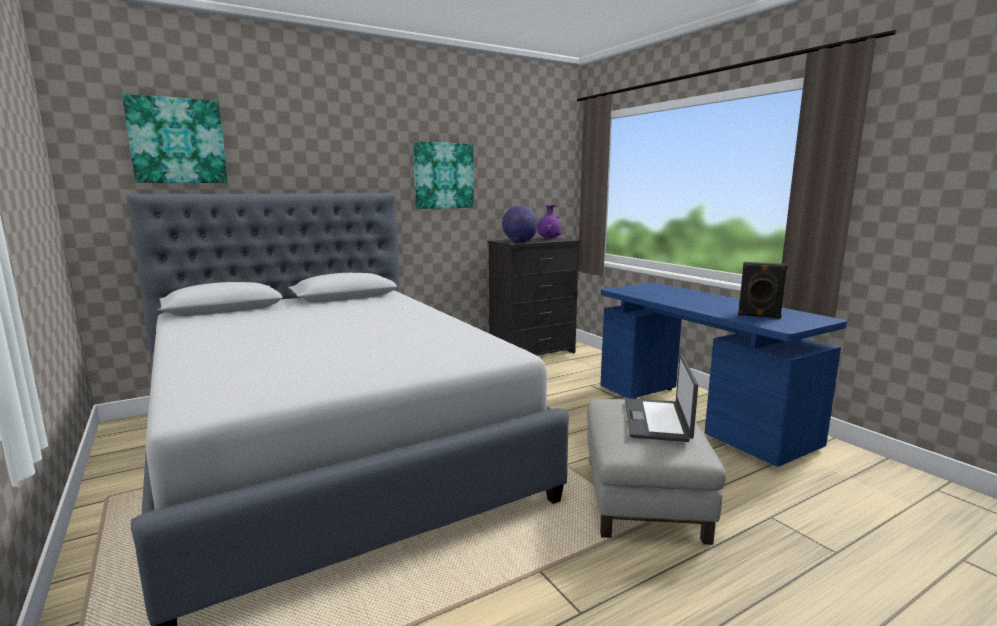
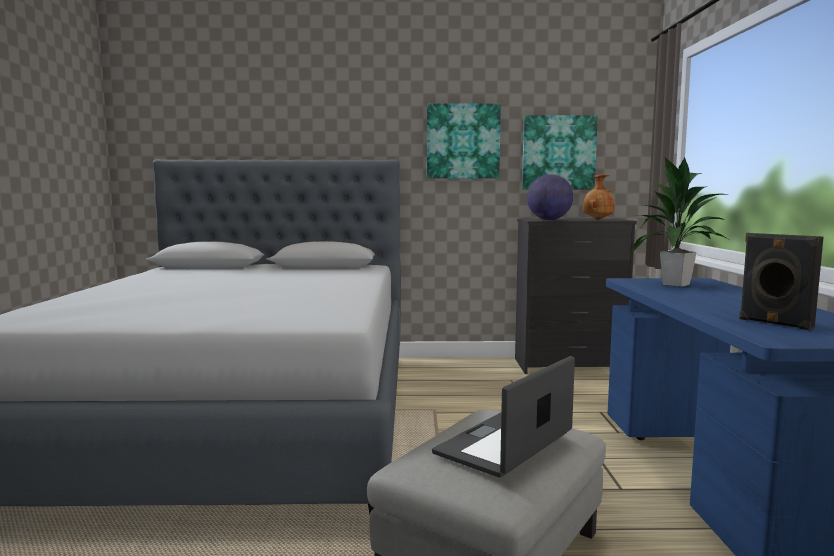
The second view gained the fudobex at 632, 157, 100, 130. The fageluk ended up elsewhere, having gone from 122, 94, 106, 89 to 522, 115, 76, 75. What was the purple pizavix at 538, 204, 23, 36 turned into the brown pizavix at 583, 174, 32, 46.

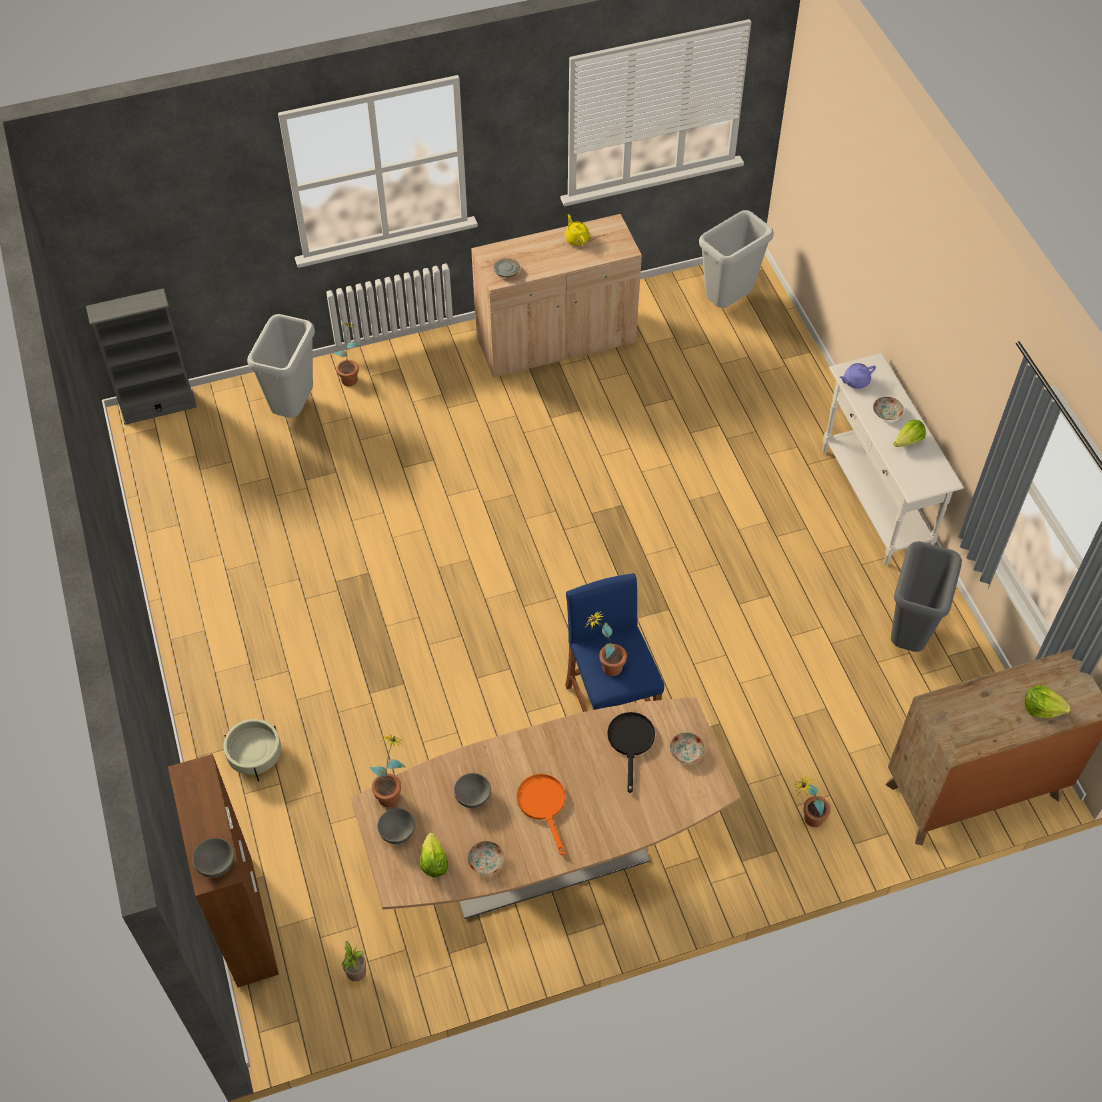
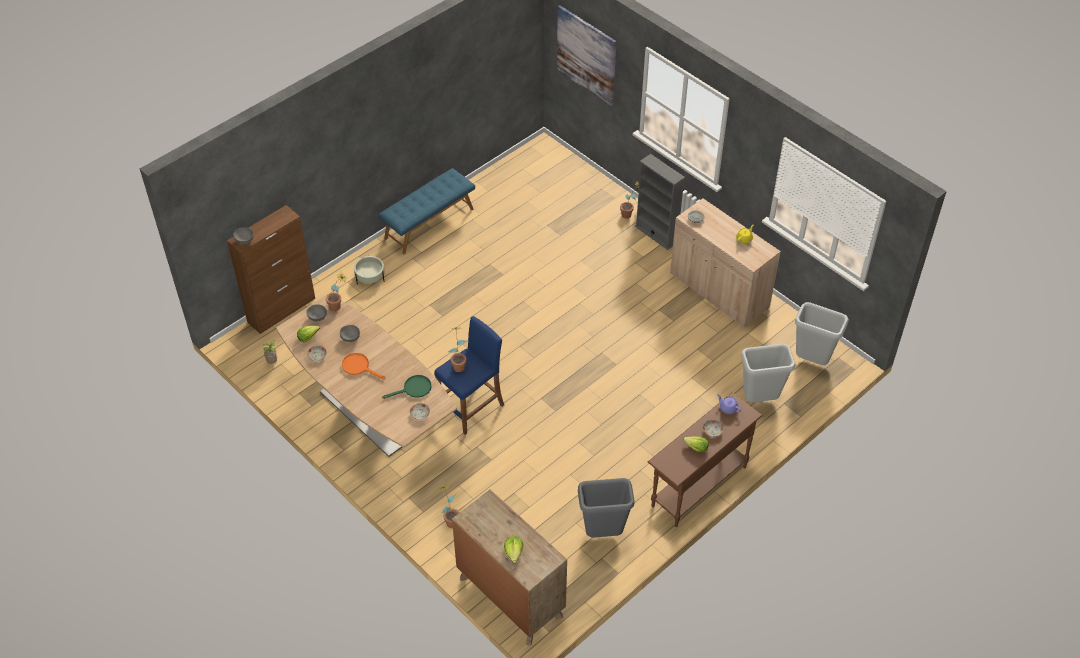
The second view gained the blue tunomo at 379, 168, 96, 87. The second view gained the fageluk at 557, 5, 59, 101. The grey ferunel ended up elsewhere, having gone from 86, 288, 111, 137 to 635, 154, 50, 96. The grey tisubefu ended up elsewhere, having gone from 247, 314, 68, 104 to 741, 344, 54, 58. What was the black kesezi at 607, 712, 48, 81 turned into the green kesezi at 382, 375, 50, 24. What was the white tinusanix at 822, 353, 142, 212 turned into the brown tinusanix at 648, 392, 114, 135. The orange kesezi at 517, 774, 48, 82 ended up facing another way, 105 degrees counterclockwise from before.

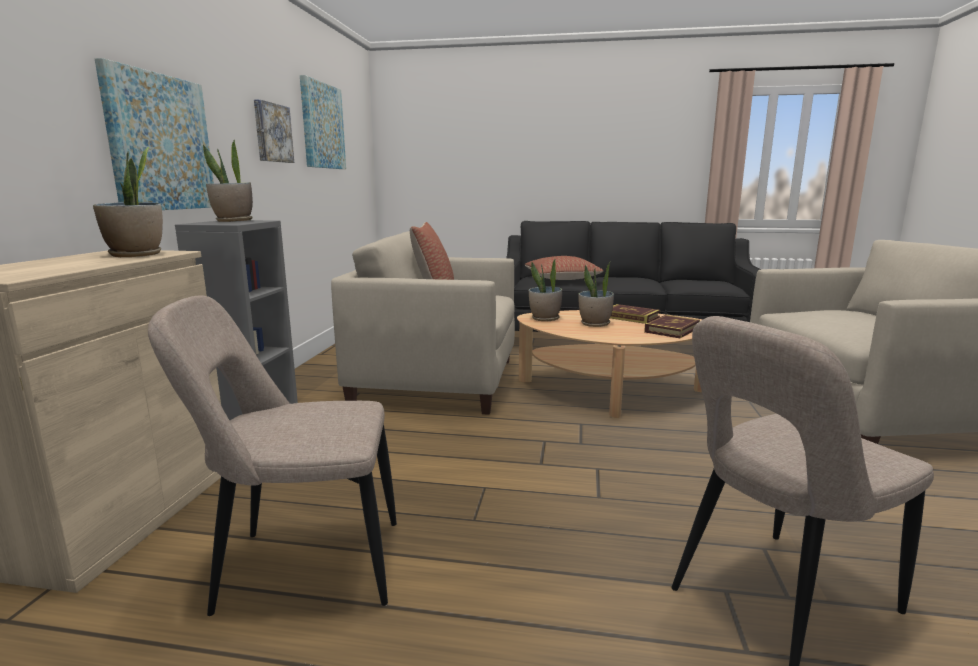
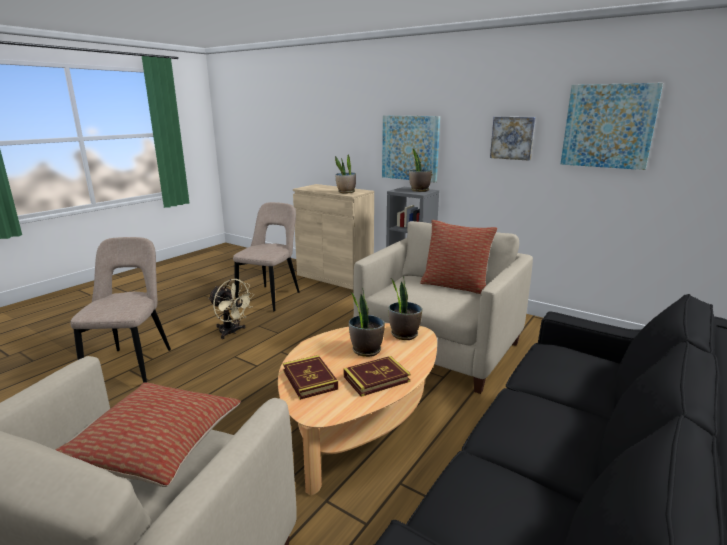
The second view gained the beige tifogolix at 208, 279, 46, 60. The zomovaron ended up elsewhere, having gone from 525, 256, 78, 24 to 56, 382, 185, 105.

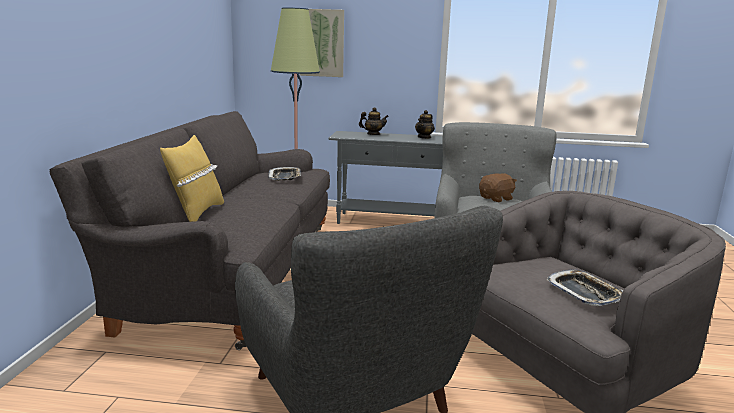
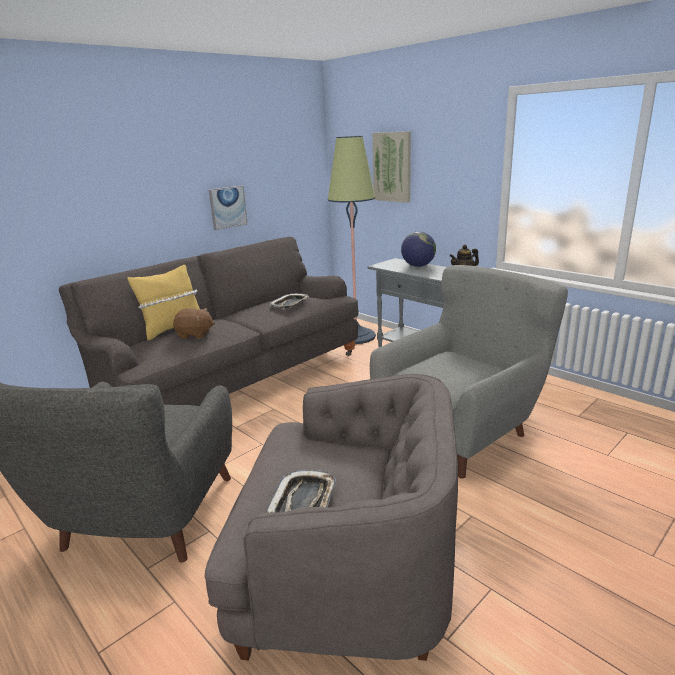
The second view gained the fageluk at 209, 186, 39, 44. The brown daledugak ended up elsewhere, having gone from 479, 173, 38, 29 to 173, 308, 42, 31. Where the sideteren stood at 359, 107, 30, 28, the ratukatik came to stand at 401, 232, 35, 35.

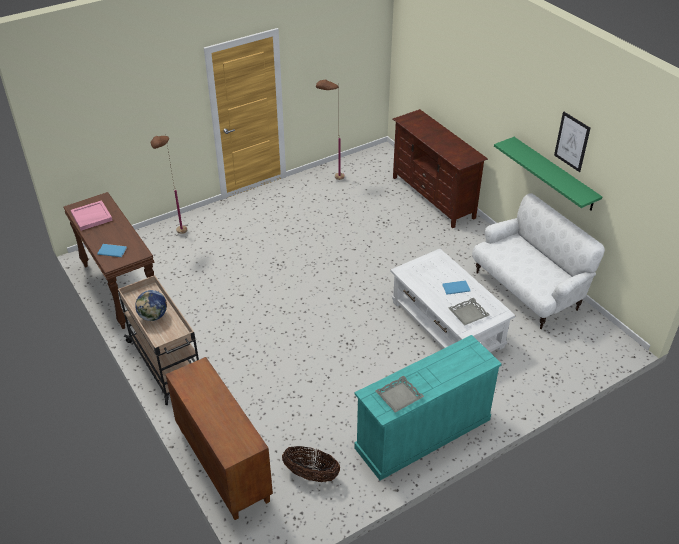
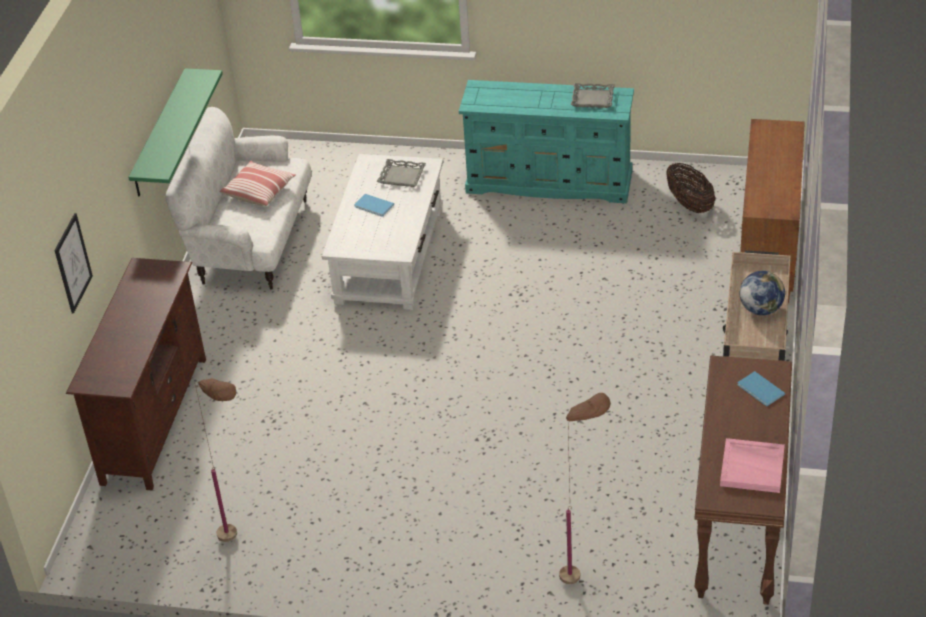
The second view gained the zomovaron at 219, 161, 77, 45. The fageluk ended up elsewhere, having gone from 554, 112, 36, 60 to 55, 213, 38, 101.

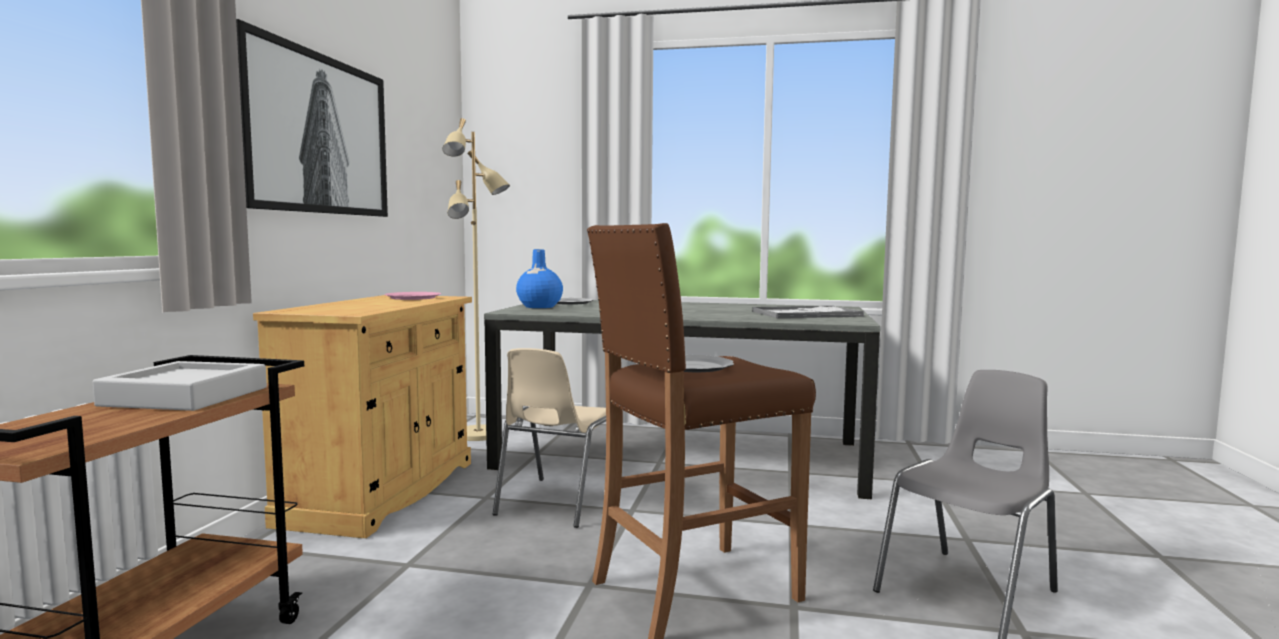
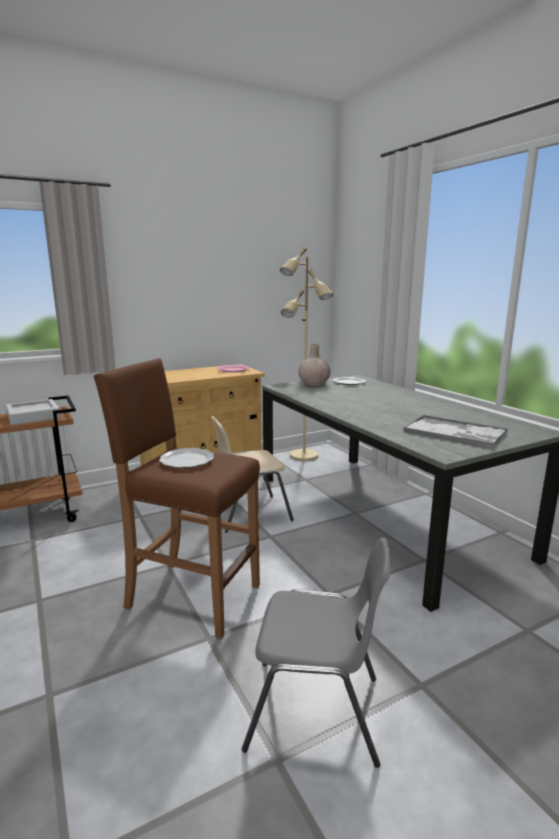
The second view lost the fageluk at 236, 19, 152, 198. What was the blue pizavix at 516, 249, 47, 59 turned into the beige pizavix at 298, 344, 32, 42.

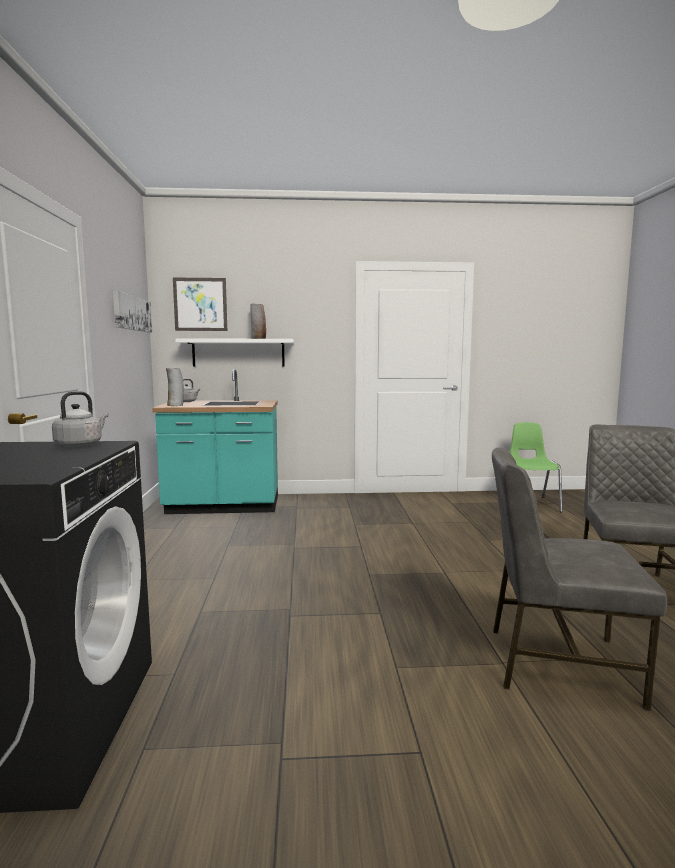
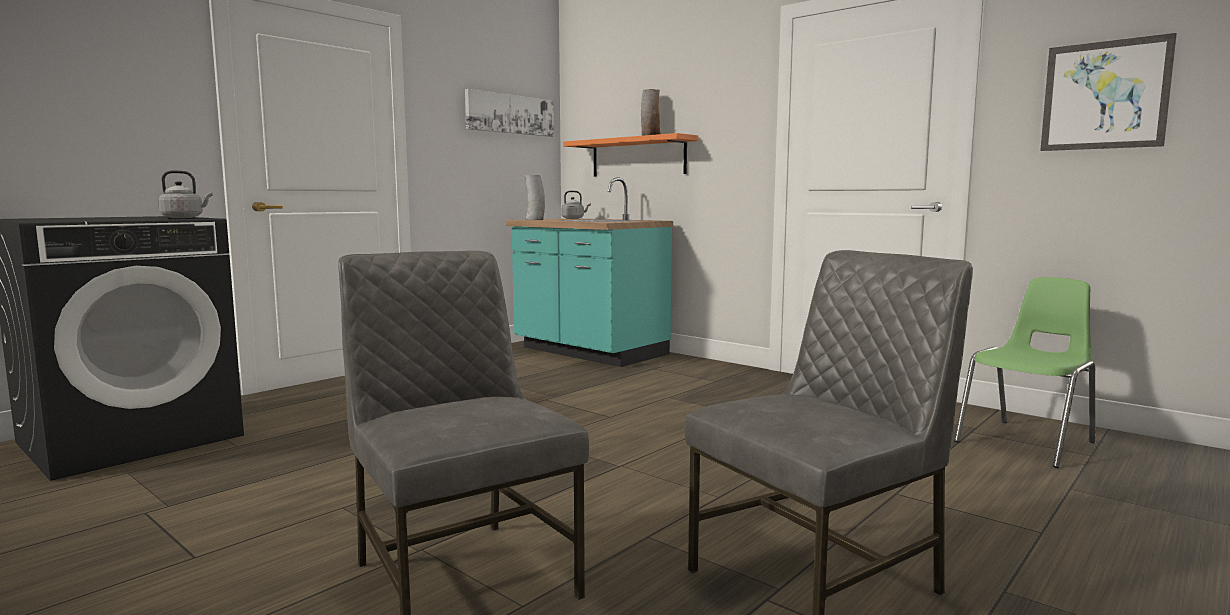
The fageluk ended up elsewhere, having gone from 173, 278, 54, 53 to 1040, 33, 137, 118. What was the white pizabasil at 175, 338, 119, 29 turned into the orange pizabasil at 563, 133, 136, 44.

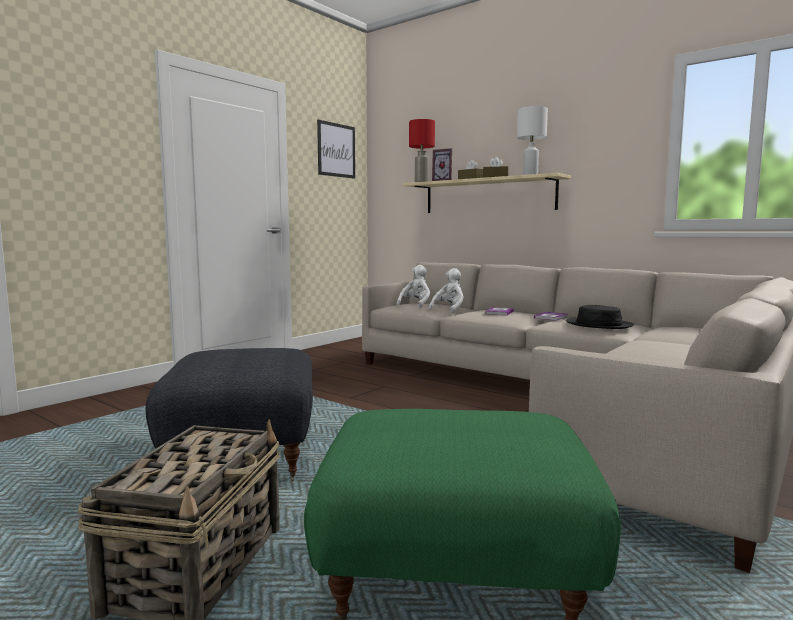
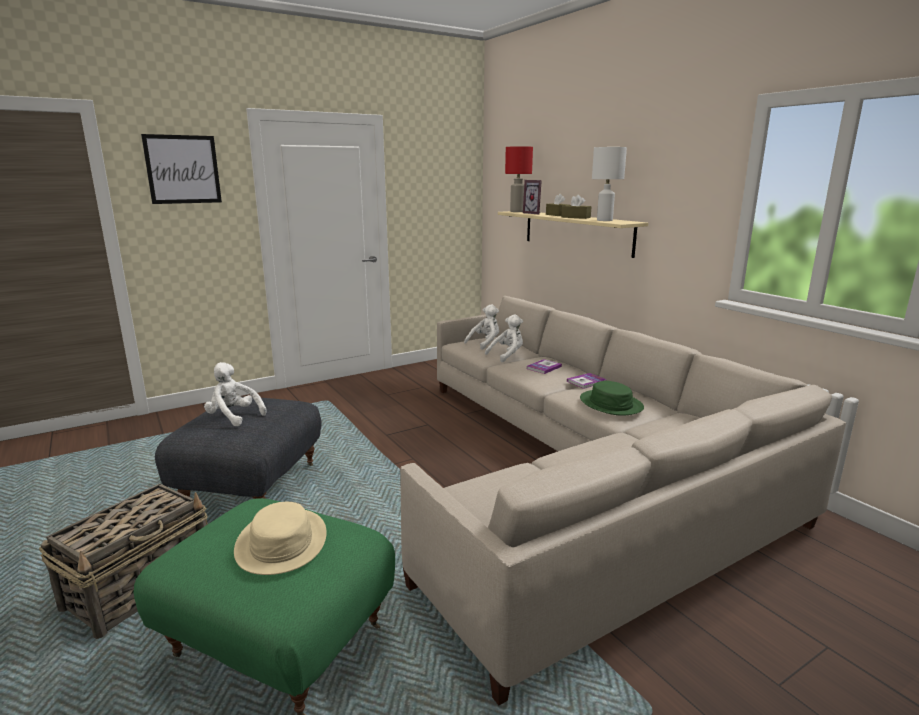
The second view gained the white daledugak at 204, 362, 63, 64. The second view gained the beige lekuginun at 234, 502, 93, 73. The fageluk ended up elsewhere, having gone from 317, 120, 38, 59 to 141, 134, 81, 70. What was the black lekuginun at 566, 305, 68, 24 turned into the green lekuginun at 580, 381, 64, 34.

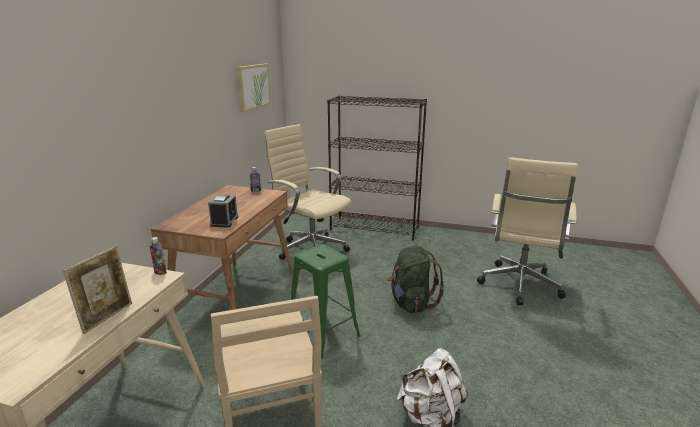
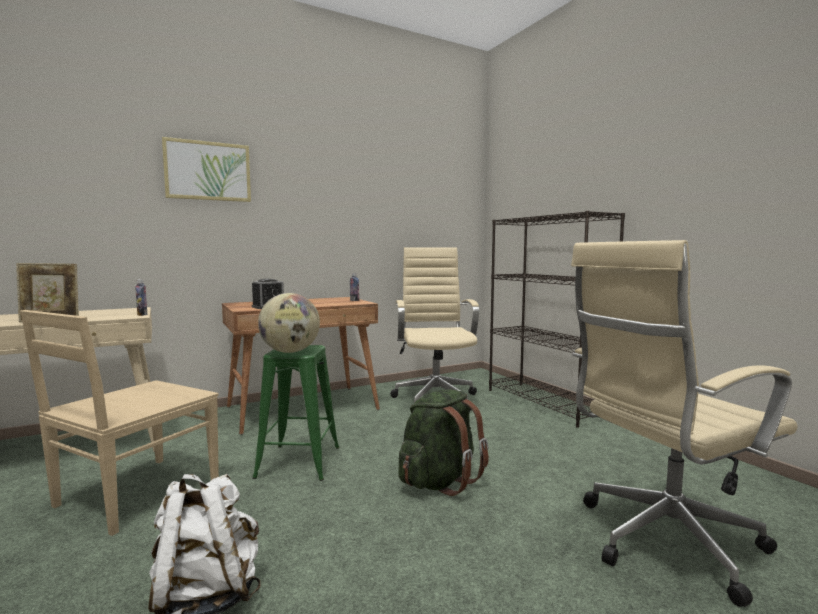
The second view gained the ratukatik at 258, 293, 62, 60. The fageluk ended up elsewhere, having gone from 237, 64, 34, 49 to 162, 137, 89, 65.

